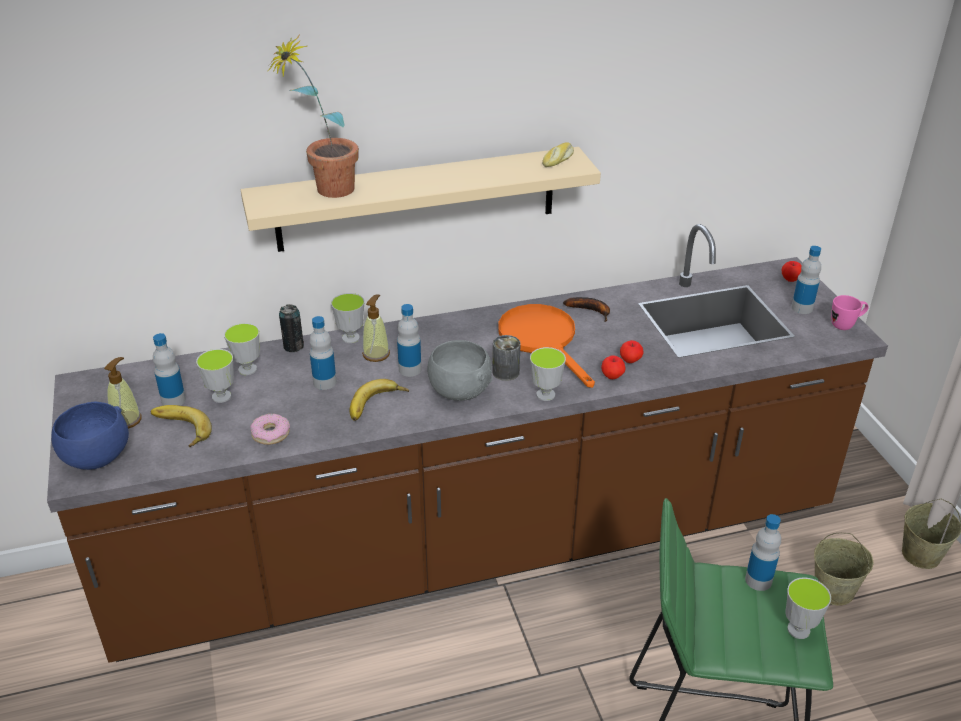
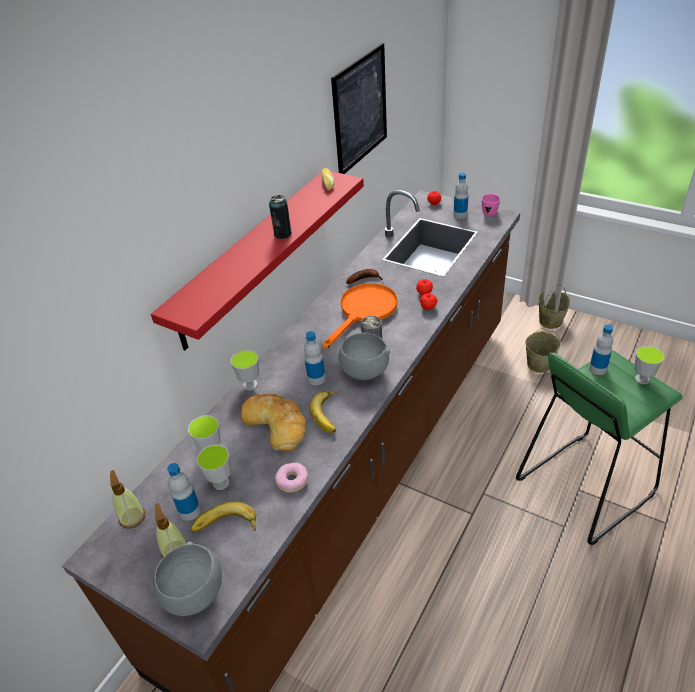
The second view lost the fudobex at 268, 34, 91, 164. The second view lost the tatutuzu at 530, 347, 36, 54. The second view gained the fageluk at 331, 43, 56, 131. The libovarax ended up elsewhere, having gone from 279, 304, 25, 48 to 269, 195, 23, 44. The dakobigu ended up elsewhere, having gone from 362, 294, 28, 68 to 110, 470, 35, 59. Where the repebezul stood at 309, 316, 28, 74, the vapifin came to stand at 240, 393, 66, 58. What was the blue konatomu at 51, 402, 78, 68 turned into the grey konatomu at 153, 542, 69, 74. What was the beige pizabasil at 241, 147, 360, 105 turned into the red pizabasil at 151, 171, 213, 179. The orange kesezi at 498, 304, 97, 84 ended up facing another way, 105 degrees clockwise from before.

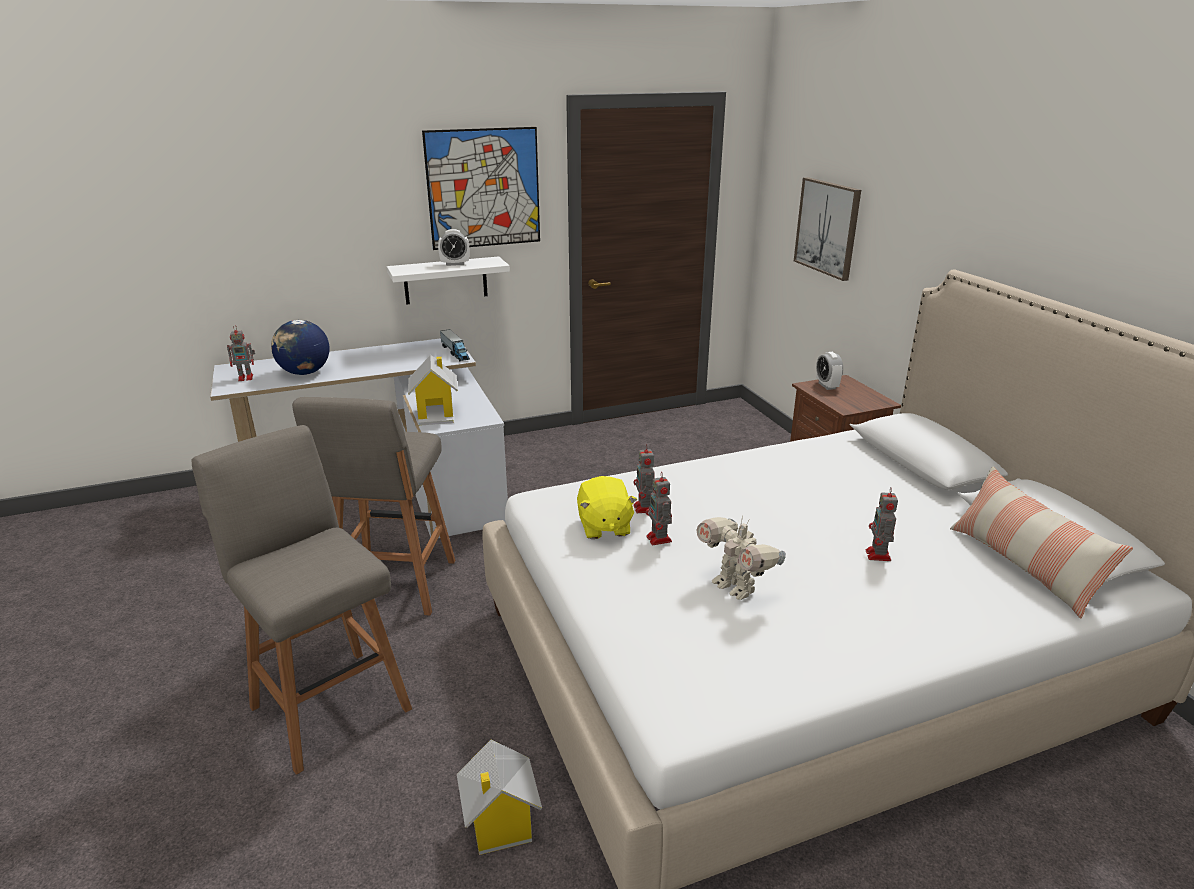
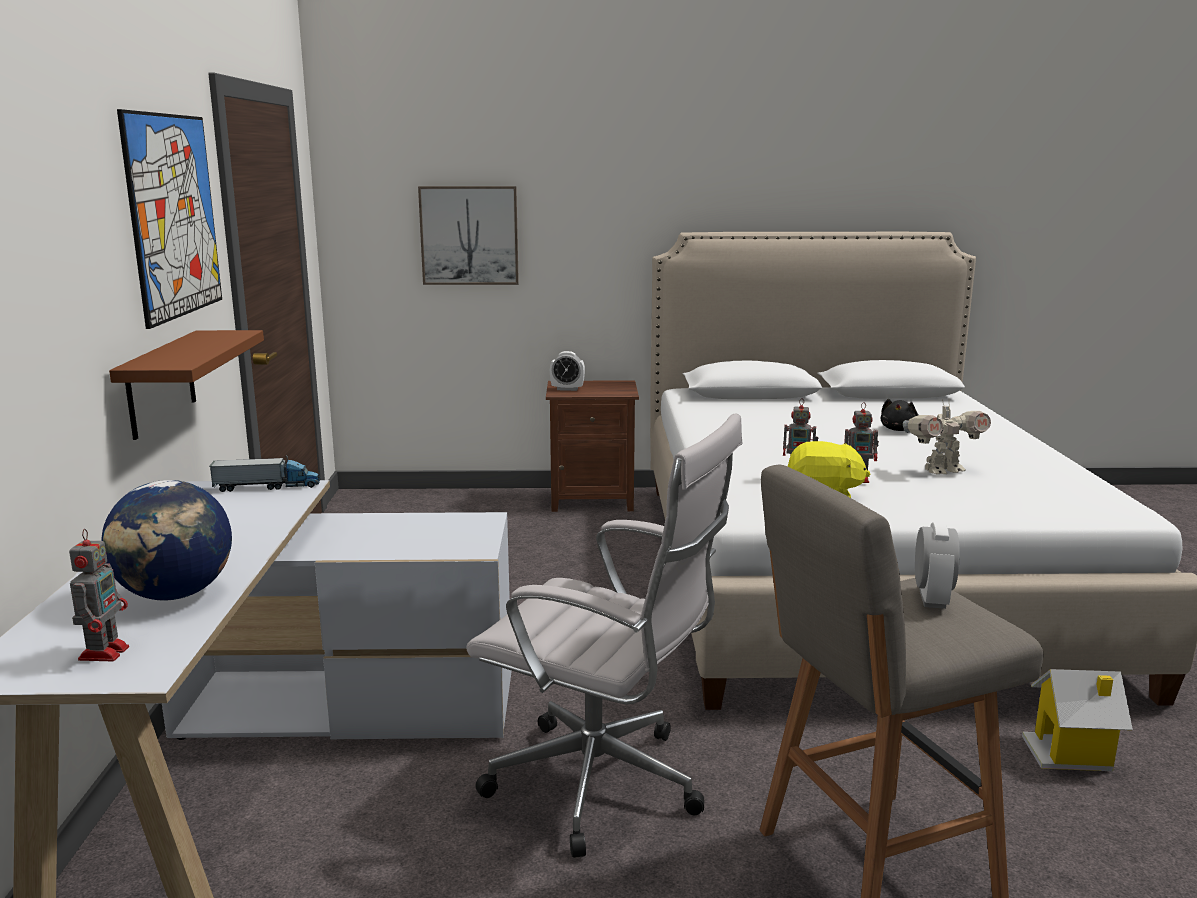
The second view lost the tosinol at 408, 354, 50, 72. The second view lost the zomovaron at 950, 467, 183, 152. The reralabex ended up elsewhere, having gone from 438, 229, 31, 37 to 915, 522, 45, 87. Where the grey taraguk stood at 292, 397, 164, 219, the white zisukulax came to stand at 466, 413, 276, 445. Where the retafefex stood at 866, 488, 32, 73, the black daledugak came to stand at 881, 399, 37, 32. What was the white pizabasil at 387, 256, 123, 49 turned into the brown pizabasil at 109, 330, 155, 110.

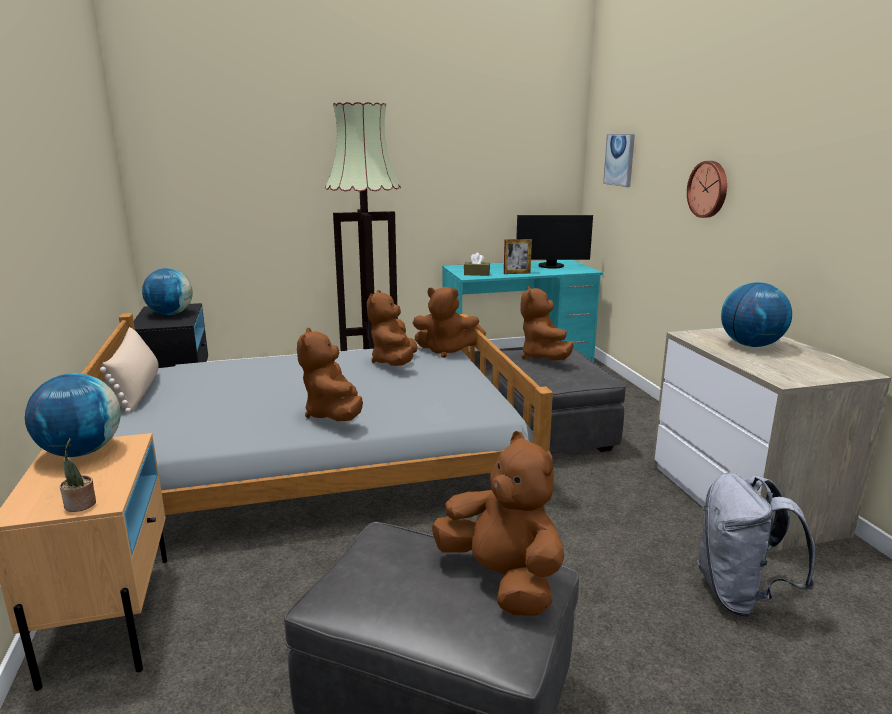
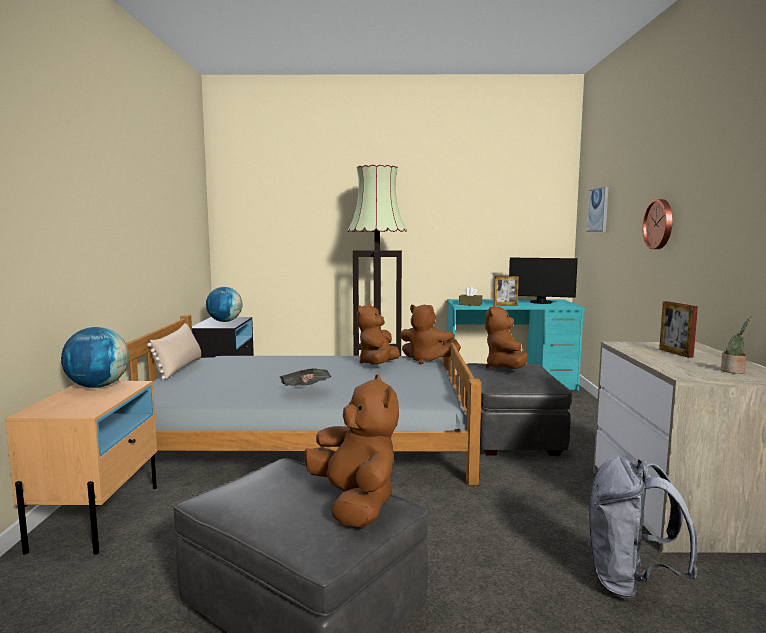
The fudobex ended up elsewhere, having gone from 60, 438, 36, 74 to 721, 316, 31, 58. Where the brown daledugak stood at 297, 328, 66, 93, the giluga came to stand at 280, 368, 51, 18. Where the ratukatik stood at 721, 282, 71, 65, the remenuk came to stand at 659, 301, 39, 57.

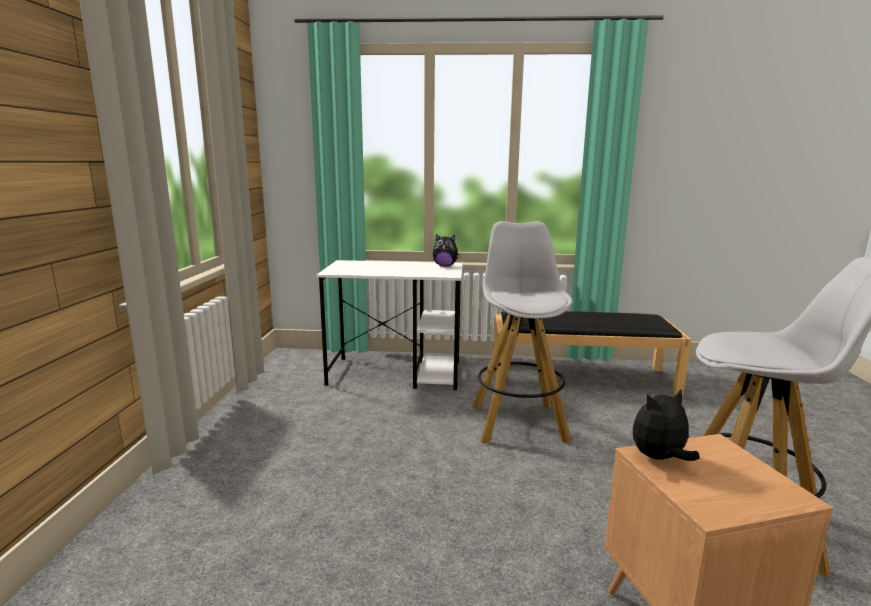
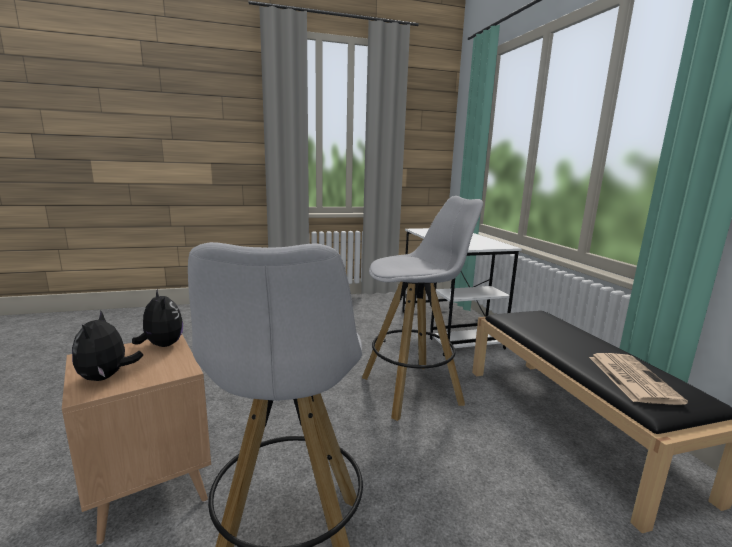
The second view gained the giluga at 589, 353, 99, 52. The daledugak ended up elsewhere, having gone from 433, 234, 28, 33 to 72, 310, 71, 71.

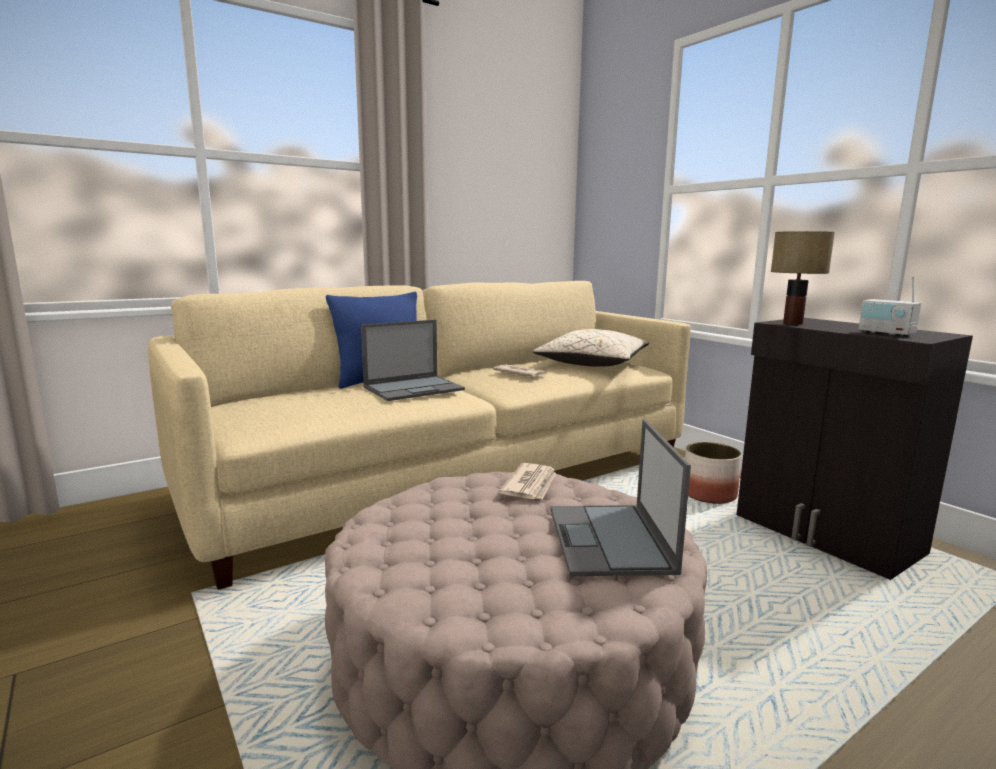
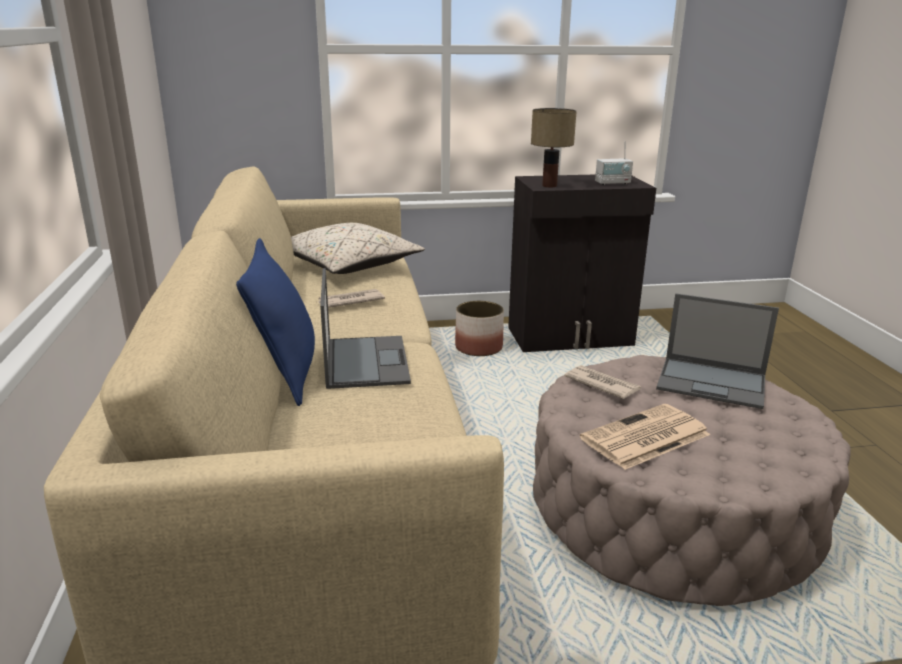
The second view gained the giluga at 580, 404, 130, 66.

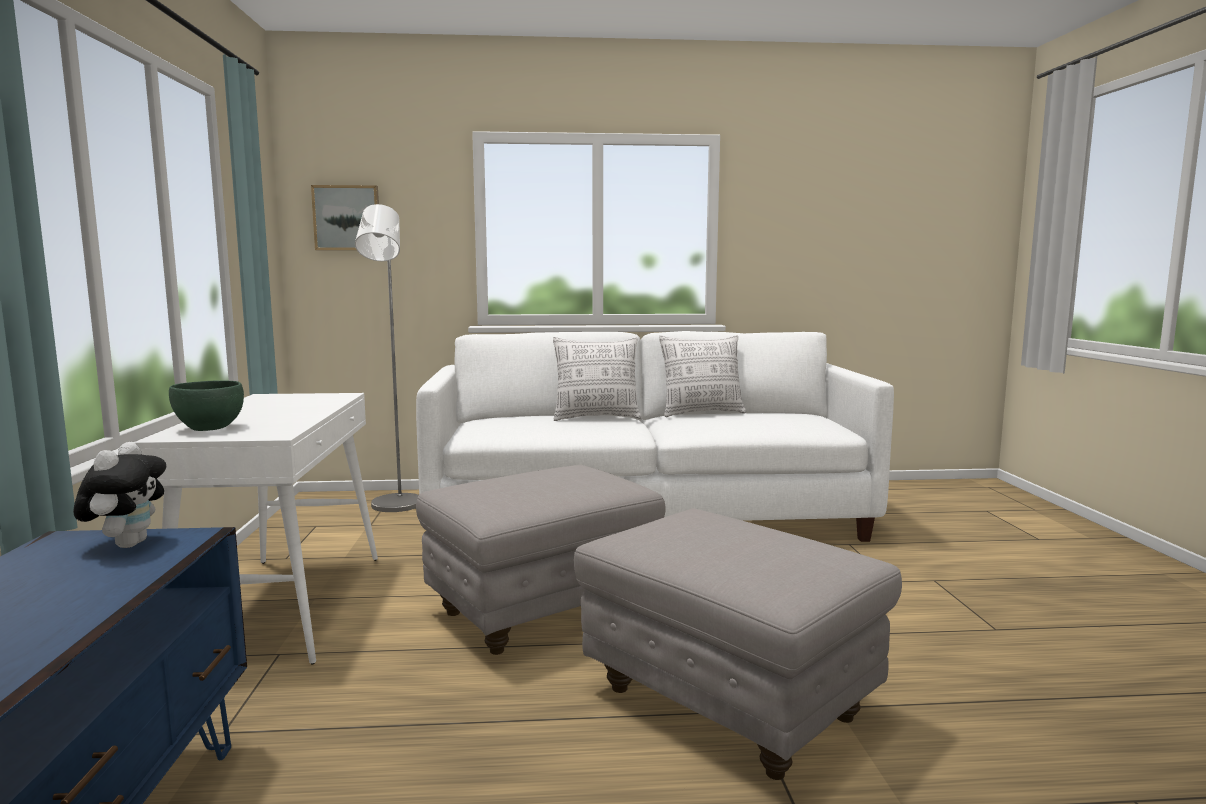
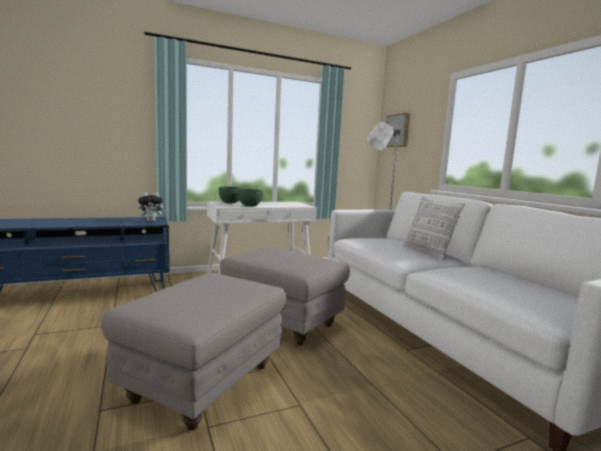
The second view lost the zomovaron at 659, 335, 87, 82. The second view gained the green konatomu at 238, 189, 25, 18.

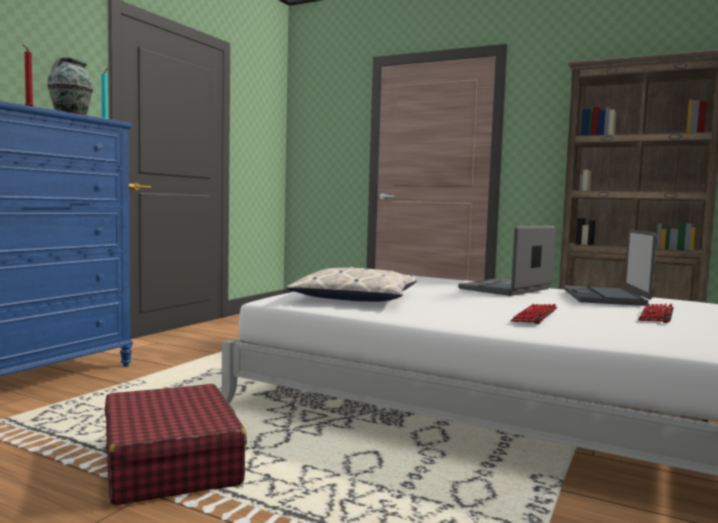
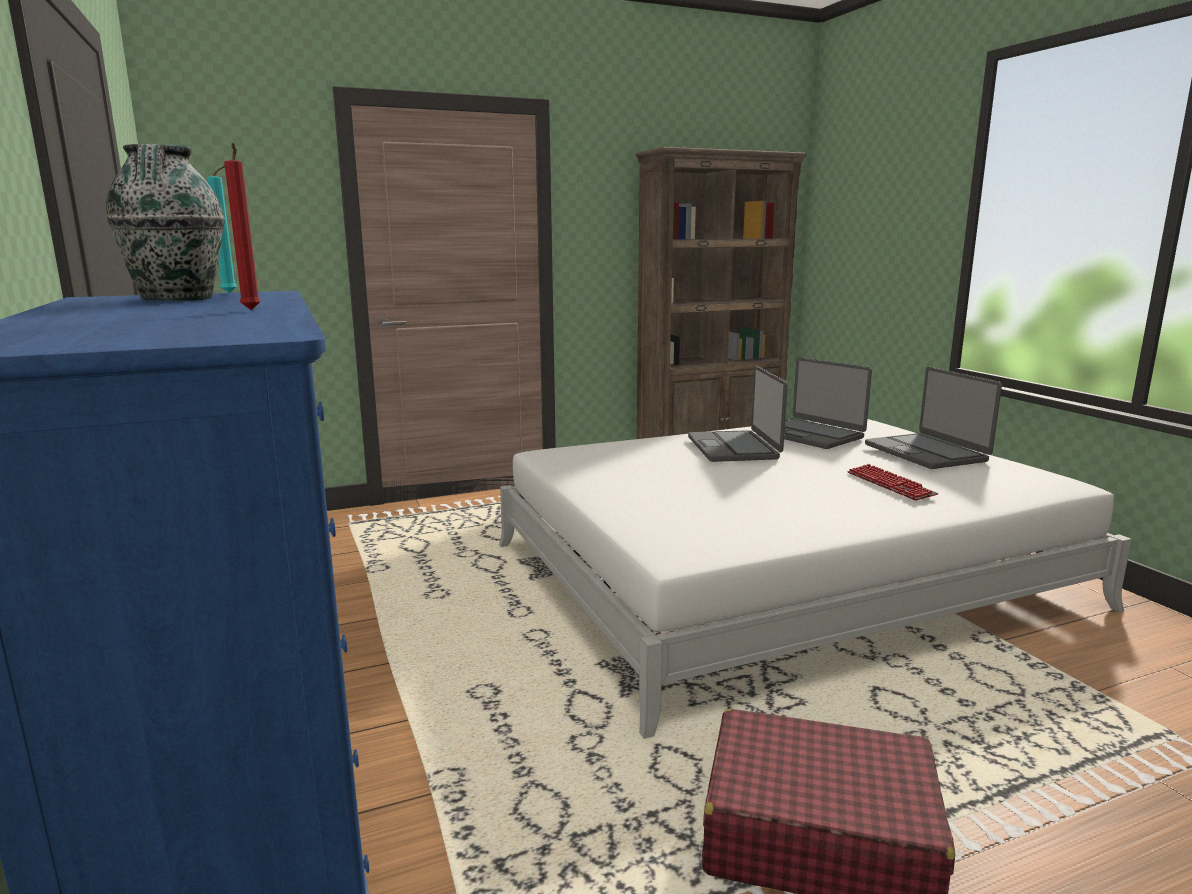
The second view lost the zomovaron at 286, 267, 131, 35. Where the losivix stood at 638, 304, 36, 19, the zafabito came to stand at 865, 367, 137, 102.

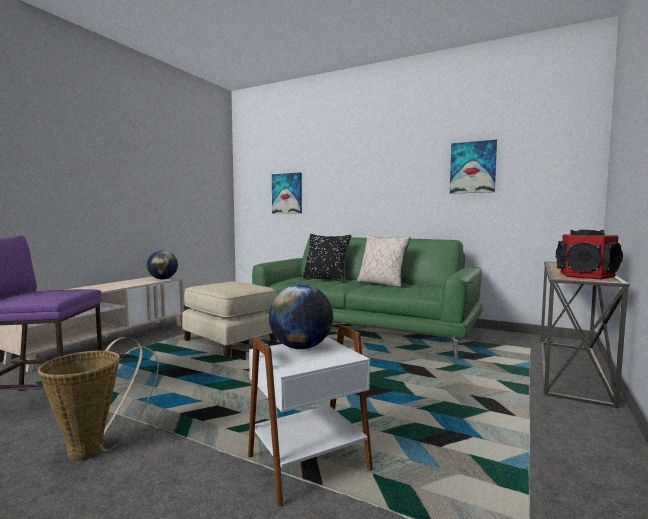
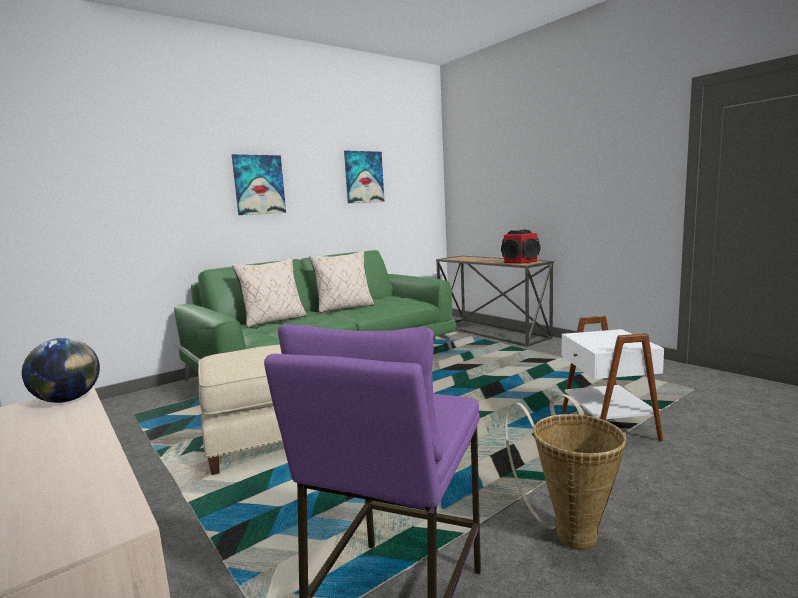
The second view lost the ratukatik at 269, 284, 64, 65. The fageluk ended up elsewhere, having gone from 272, 173, 30, 41 to 232, 154, 54, 61. What was the black zomovaron at 303, 234, 48, 47 turned into the beige zomovaron at 232, 258, 74, 69.

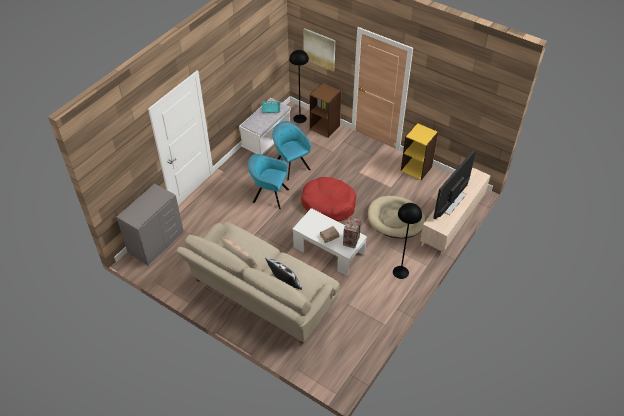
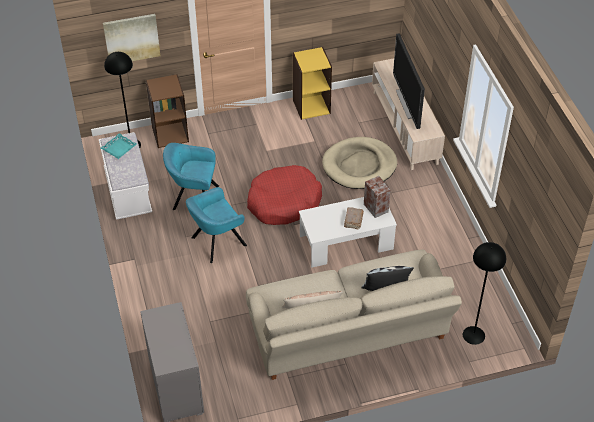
The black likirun ended up elsewhere, having gone from 393, 203, 29, 76 to 463, 242, 43, 103.

